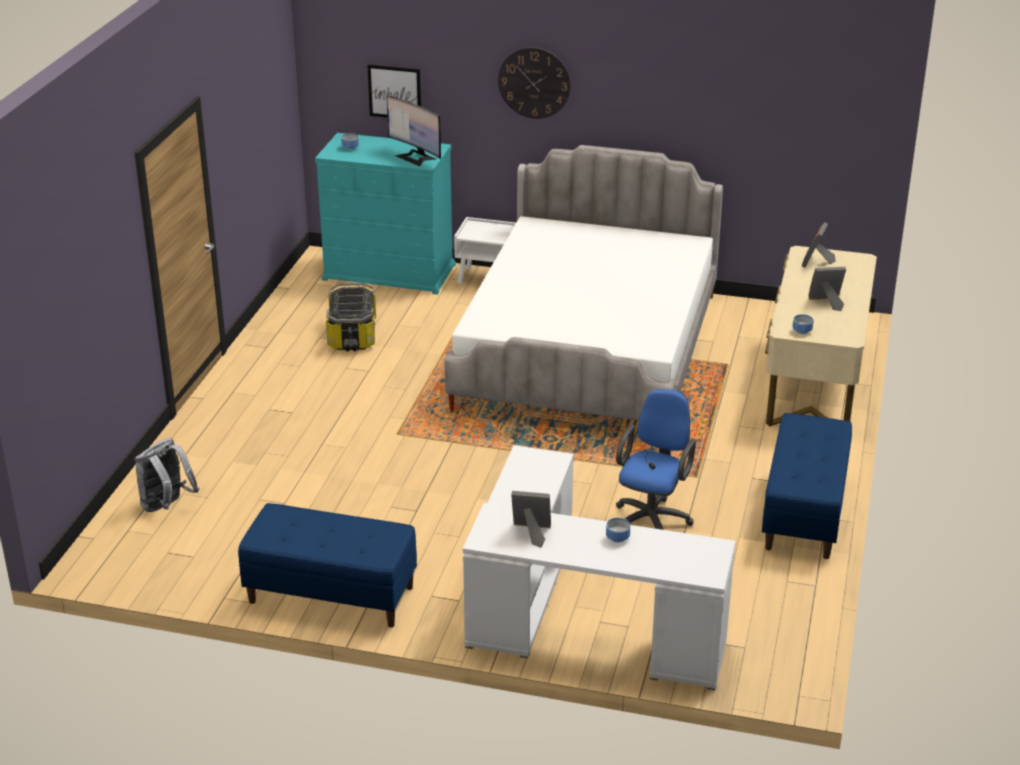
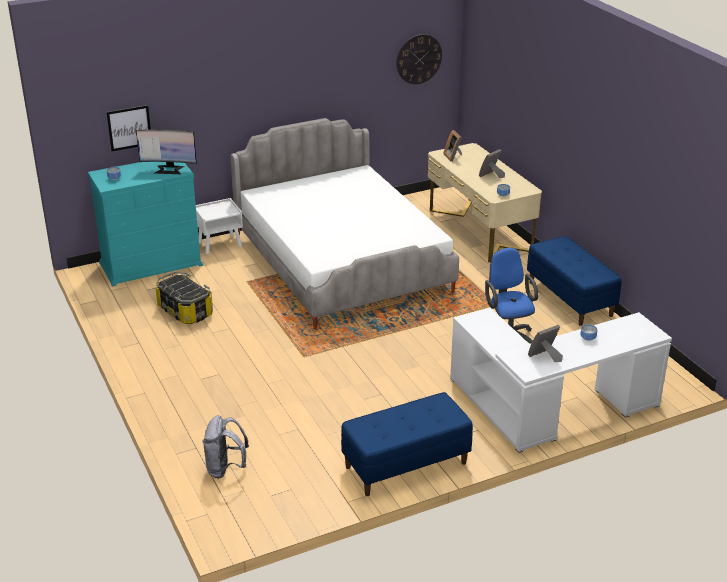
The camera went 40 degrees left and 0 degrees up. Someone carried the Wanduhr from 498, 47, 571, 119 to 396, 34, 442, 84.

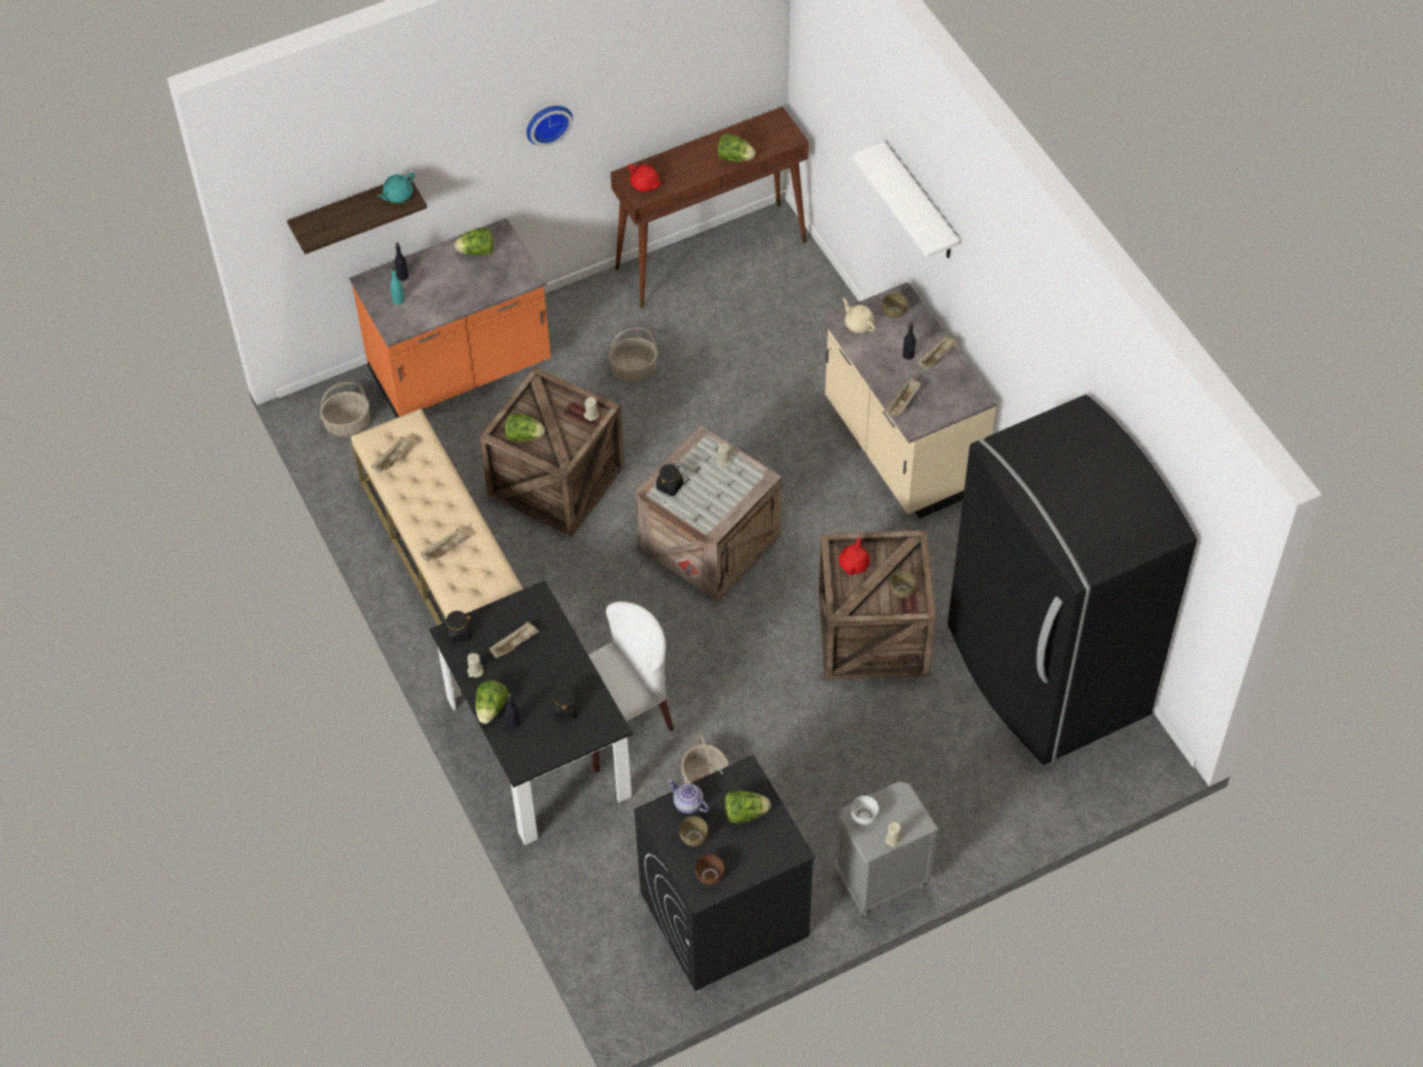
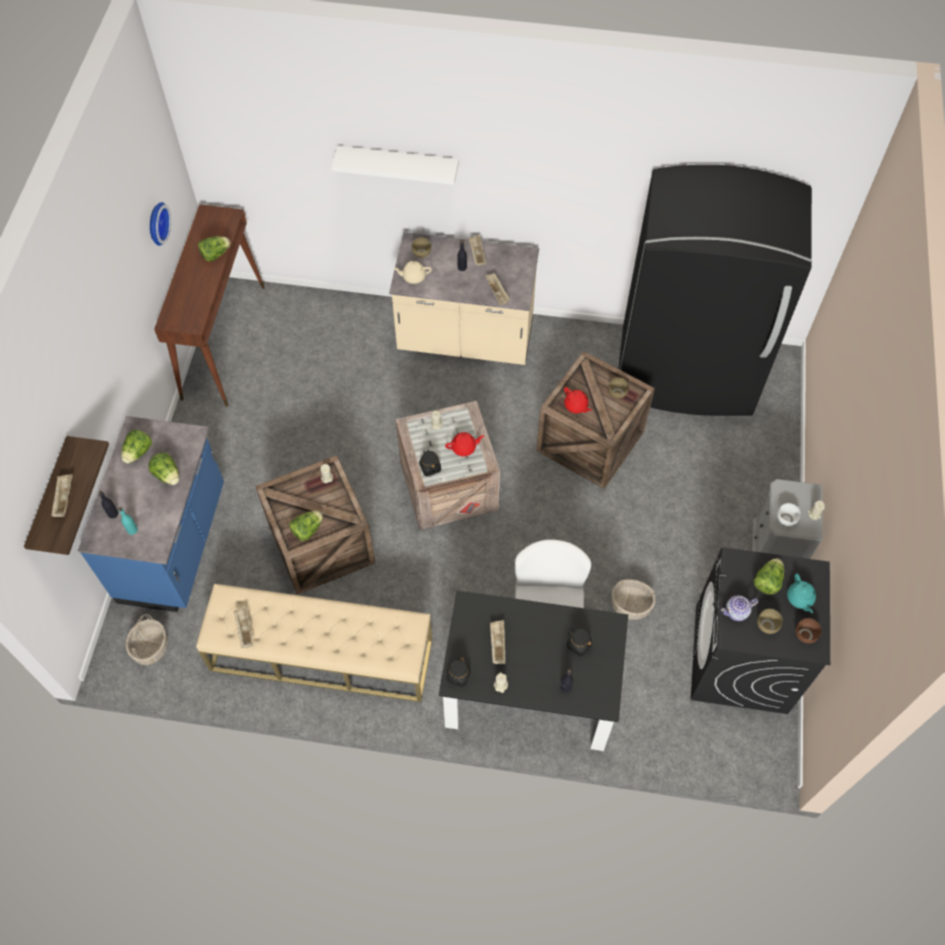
The camera went 55 degrees left and 5 degrees up. Someone took away the Korb at 609, 328, 658, 382. Someone carried the Teekanne [türkis] from 377, 172, 415, 203 to 787, 573, 816, 613. Someone carried the Tablett [beige] from 420, 528, 469, 562 to 51, 474, 73, 517. Someone carried the Salatkopf from 475, 680, 508, 724 to 148, 453, 179, 485. Someone carried the Wanduhr from 527, 106, 573, 147 to 150, 202, 171, 246. Someone carried the Teekanne [rot] from 628, 164, 663, 192 to 445, 432, 484, 456. Someone repainted the Küchenzeile [orange] at 349, 218, 551, 418, which became the Küchenzeile [blau] at 78, 416, 224, 612.

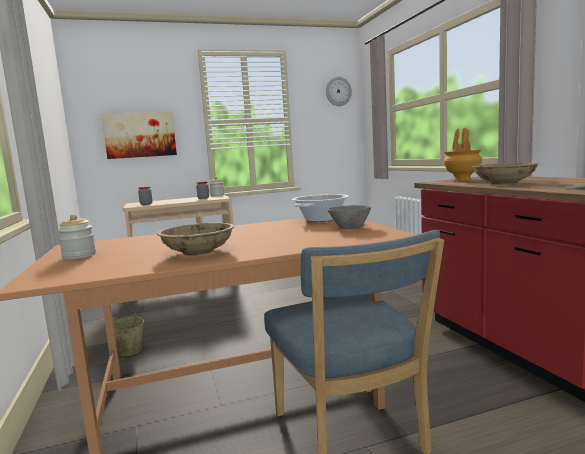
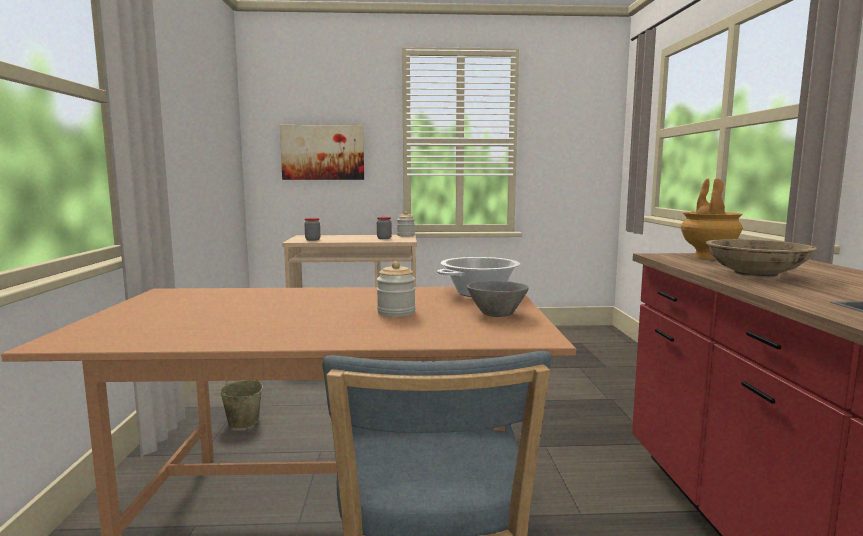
The camera went 15 degrees right and 0 degrees up. Someone took away the Schüssel [beige] at 157, 223, 234, 256. Someone took away the Wanduhr at 326, 77, 352, 106. Someone carried the Vorratsglas from 57, 214, 96, 259 to 377, 261, 416, 317.

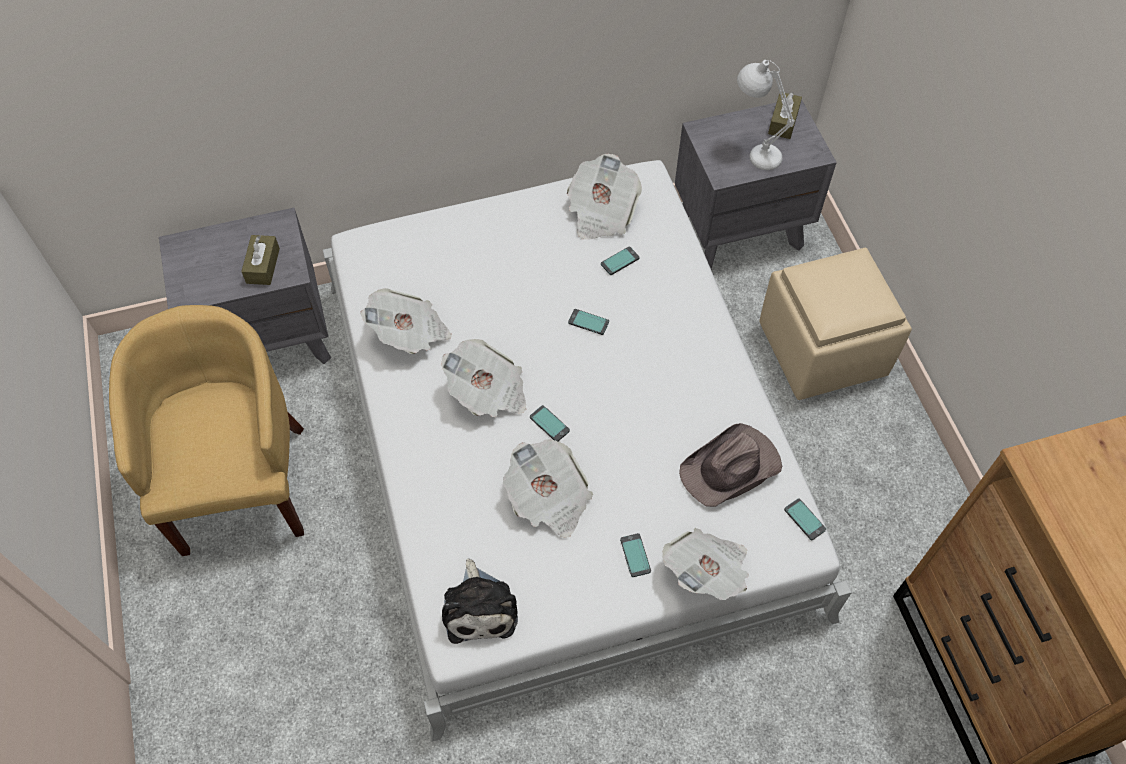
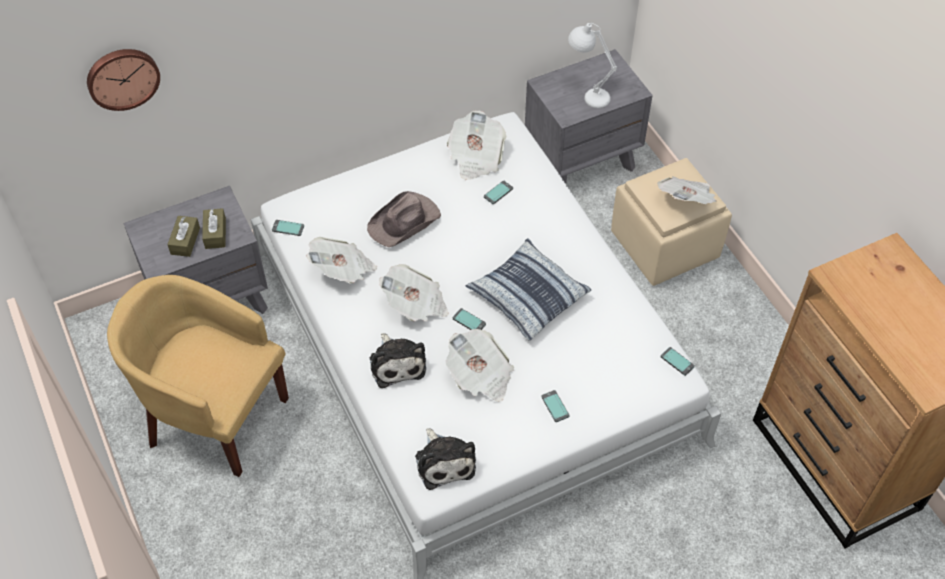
The camera went 10 degrees left and 5 degrees down. Someone put up the Wanduhr at 87, 49, 160, 111. Someone put down the Plüschtier at 370, 333, 426, 388. Someone put down the Kissen at 466, 238, 592, 341. Someone carried the Handy from 568, 309, 609, 335 to 272, 220, 304, 236. Someone carried the Zeitung from 662, 528, 749, 600 to 657, 176, 717, 204. Someone carried the Hut [braun] from 679, 423, 782, 507 to 367, 191, 441, 247. Someone carried the Taschentuchbox [braun] from 768, 92, 802, 139 to 167, 216, 200, 257. Someone rotated the Sessel [gelb] at 109, 305, 304, 556 by 45 degrees counterclockwise.

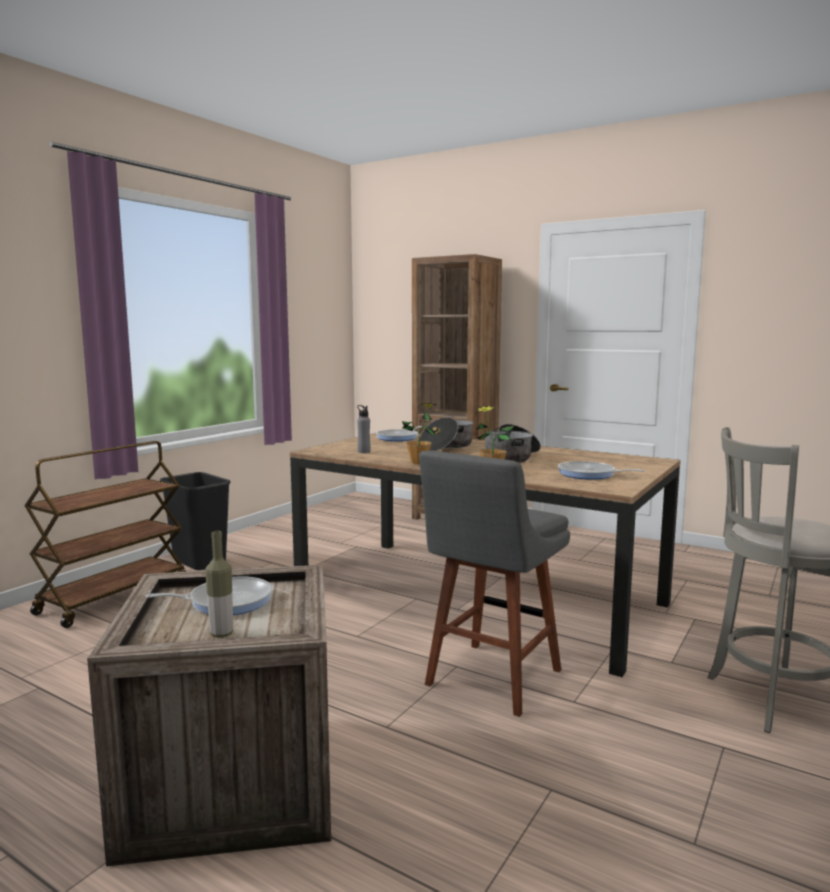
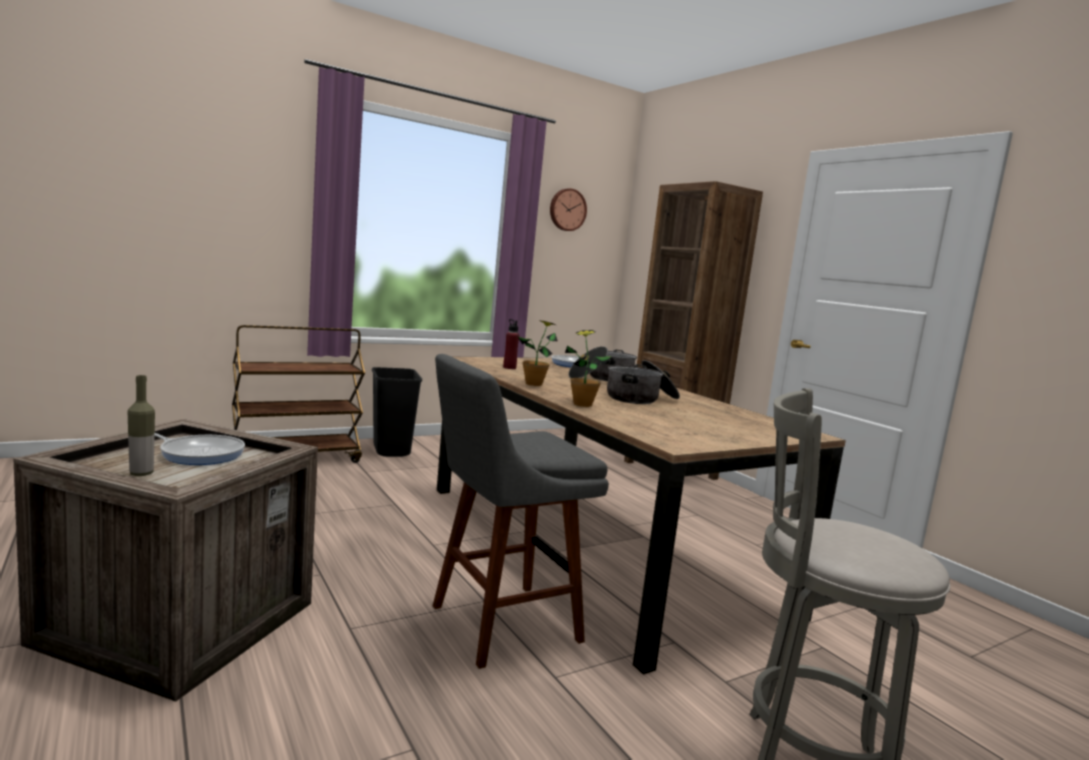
The camera went 25 degrees right and 0 degrees up. Someone took away the Pfanne at 558, 461, 645, 480. Someone put up the Wanduhr at 550, 188, 587, 231. Someone repainted the Flasche [grau] at 357, 405, 371, 453, which became the Flasche [rot] at 503, 319, 519, 369.

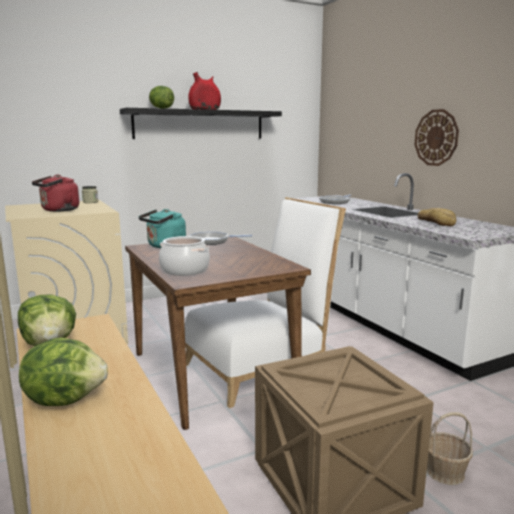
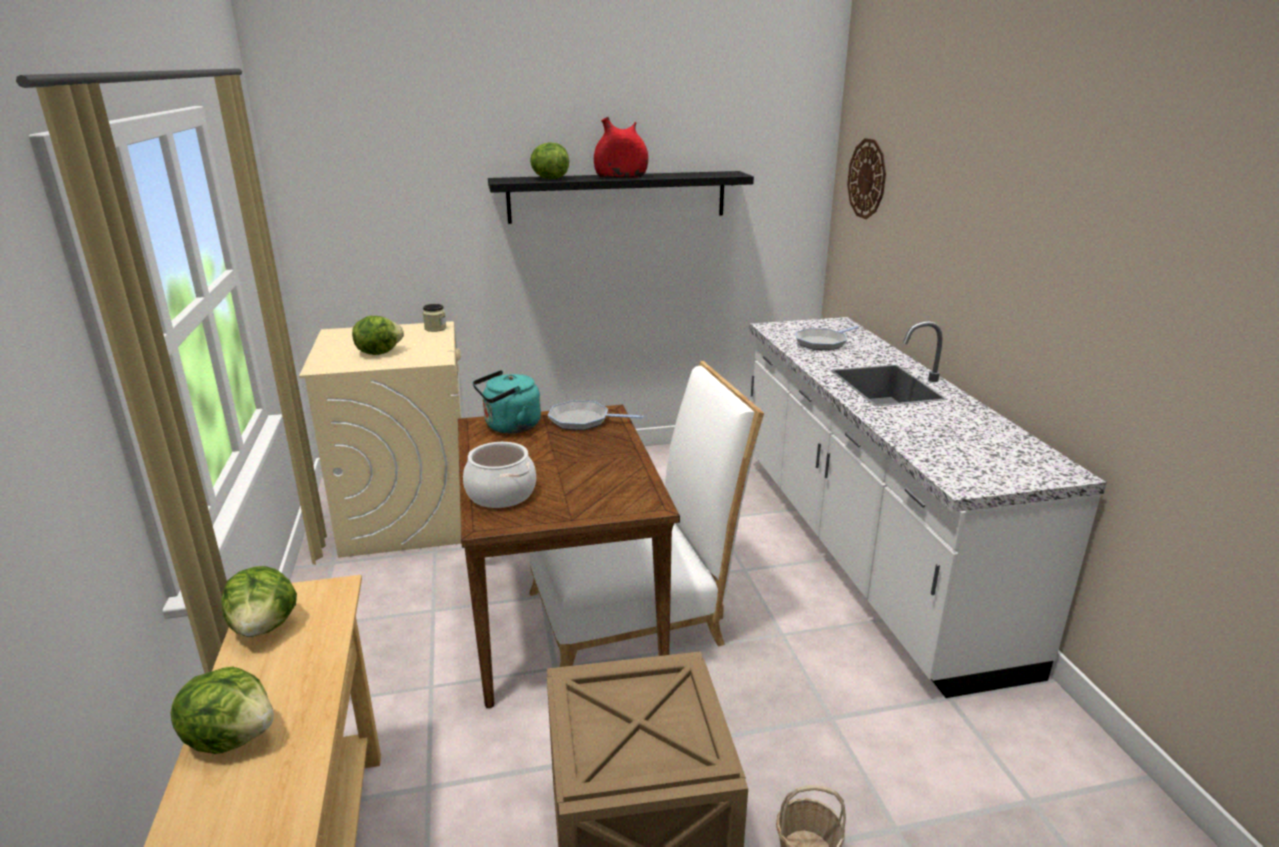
The camera went 15 degrees right and 10 degrees up. Someone took away the Brot at 417, 208, 456, 226. Someone carried the Wanduhr from 414, 109, 459, 166 to 847, 138, 886, 219. Someone swapped the Wasserkessel [rot] at 32, 174, 79, 212 for the Salatkopf at 352, 316, 404, 355.

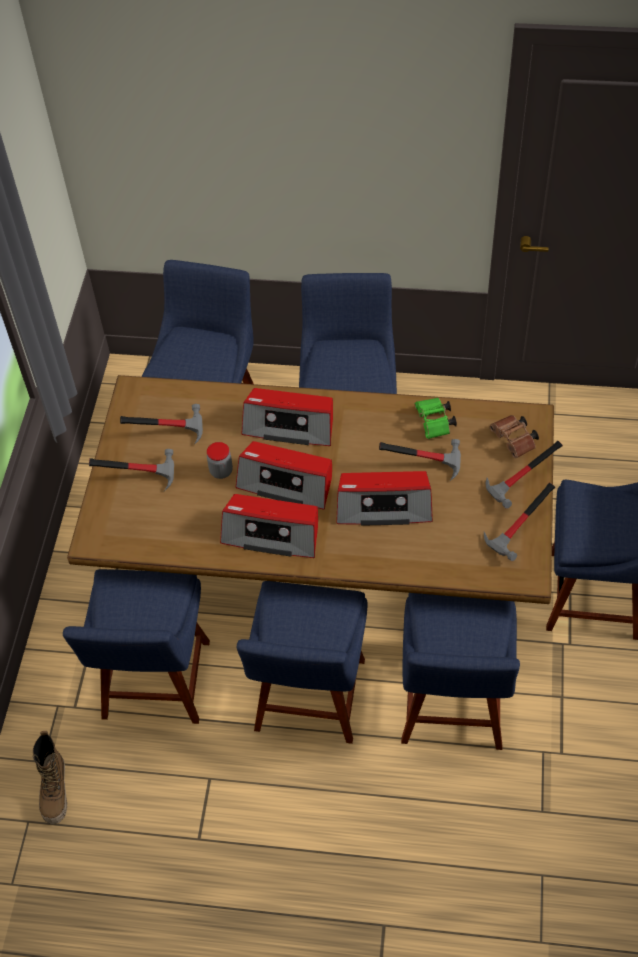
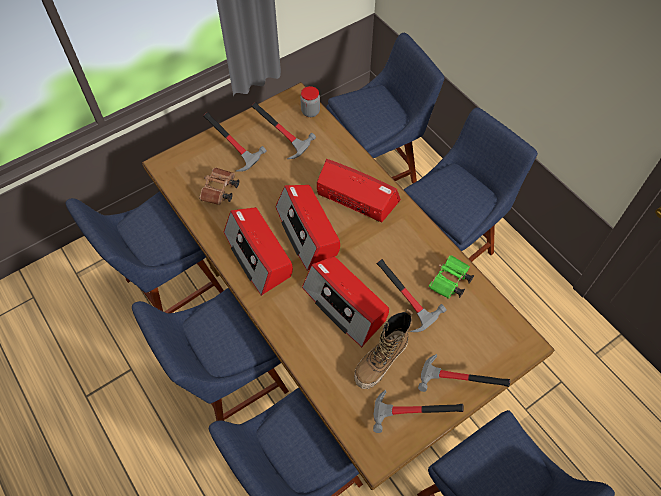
The camera went 45 degrees right and 5 degrees up. Someone carried the Stiefel from 33, 731, 67, 824 to 354, 309, 413, 389. Someone carried the Vorratsglas from 207, 442, 233, 479 to 300, 86, 320, 117. Someone carried the Fernglas [braun] from 490, 415, 539, 458 to 199, 168, 239, 205. Someone rotated the Radio at 241, 388, 333, 446 by 150 degrees clockwise.

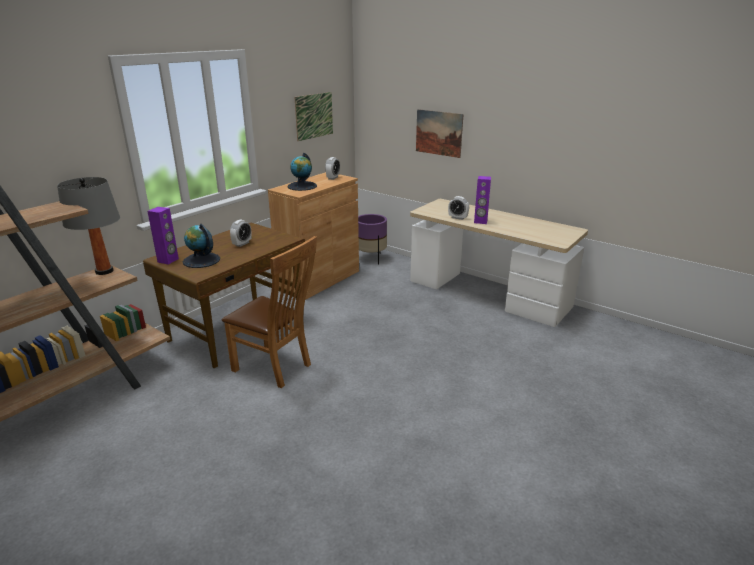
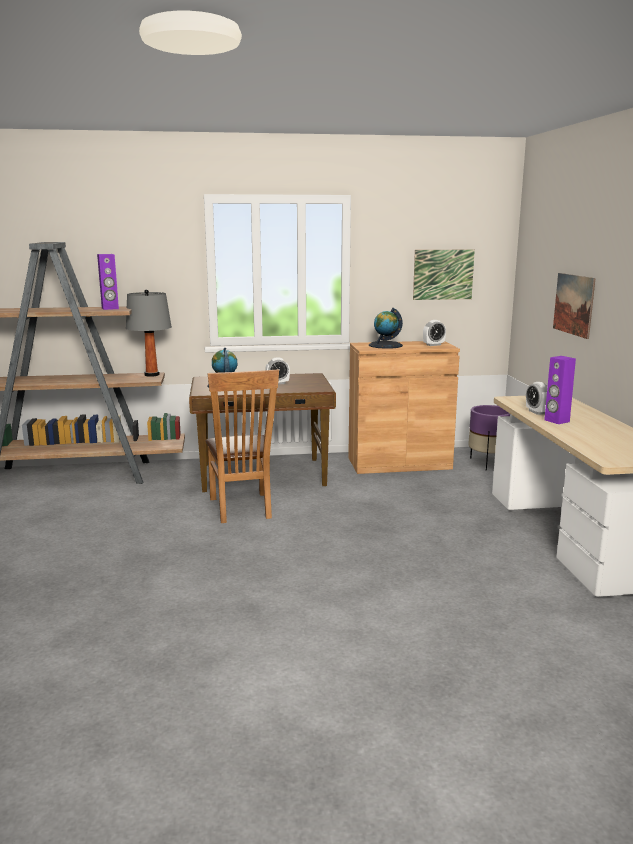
The camera went 45 degrees right and 10 degrees down. Someone carried the Lautsprecher [lila] from 147, 207, 179, 265 to 97, 254, 119, 310.

